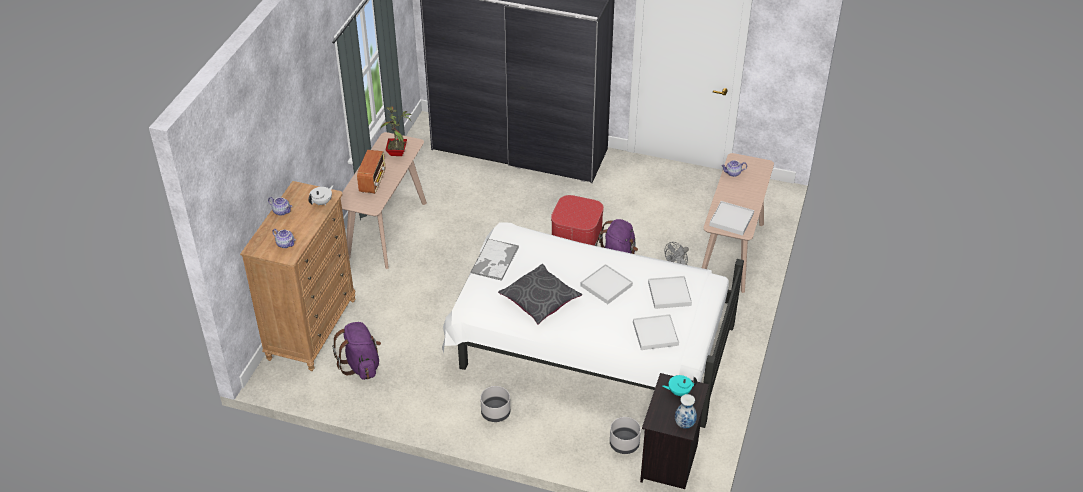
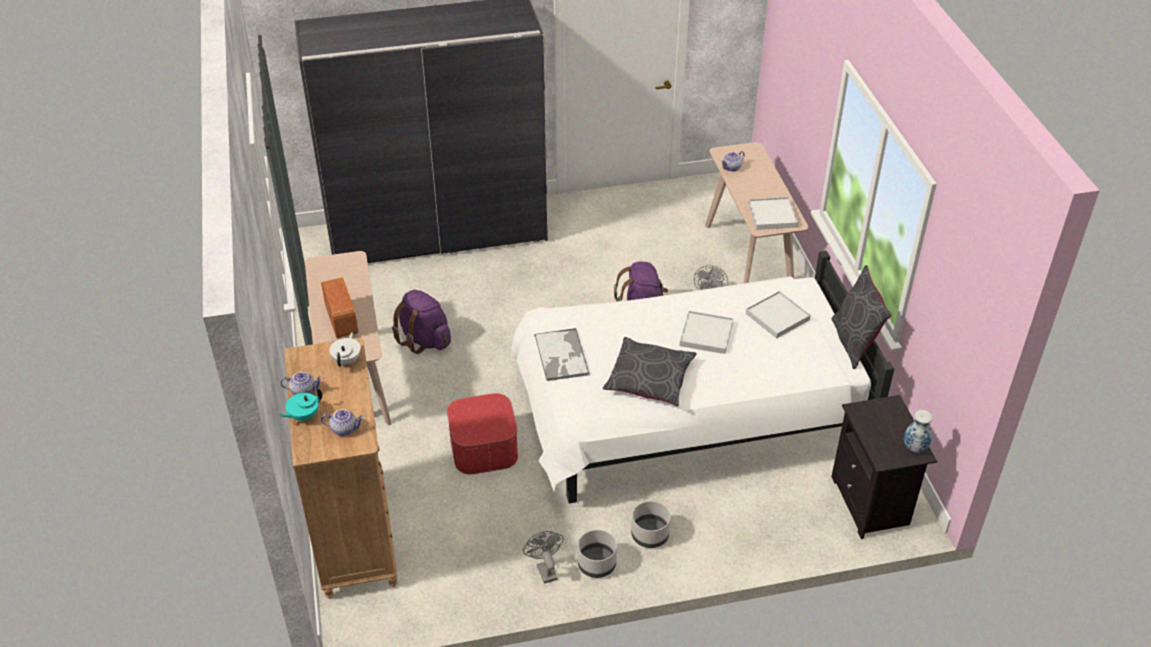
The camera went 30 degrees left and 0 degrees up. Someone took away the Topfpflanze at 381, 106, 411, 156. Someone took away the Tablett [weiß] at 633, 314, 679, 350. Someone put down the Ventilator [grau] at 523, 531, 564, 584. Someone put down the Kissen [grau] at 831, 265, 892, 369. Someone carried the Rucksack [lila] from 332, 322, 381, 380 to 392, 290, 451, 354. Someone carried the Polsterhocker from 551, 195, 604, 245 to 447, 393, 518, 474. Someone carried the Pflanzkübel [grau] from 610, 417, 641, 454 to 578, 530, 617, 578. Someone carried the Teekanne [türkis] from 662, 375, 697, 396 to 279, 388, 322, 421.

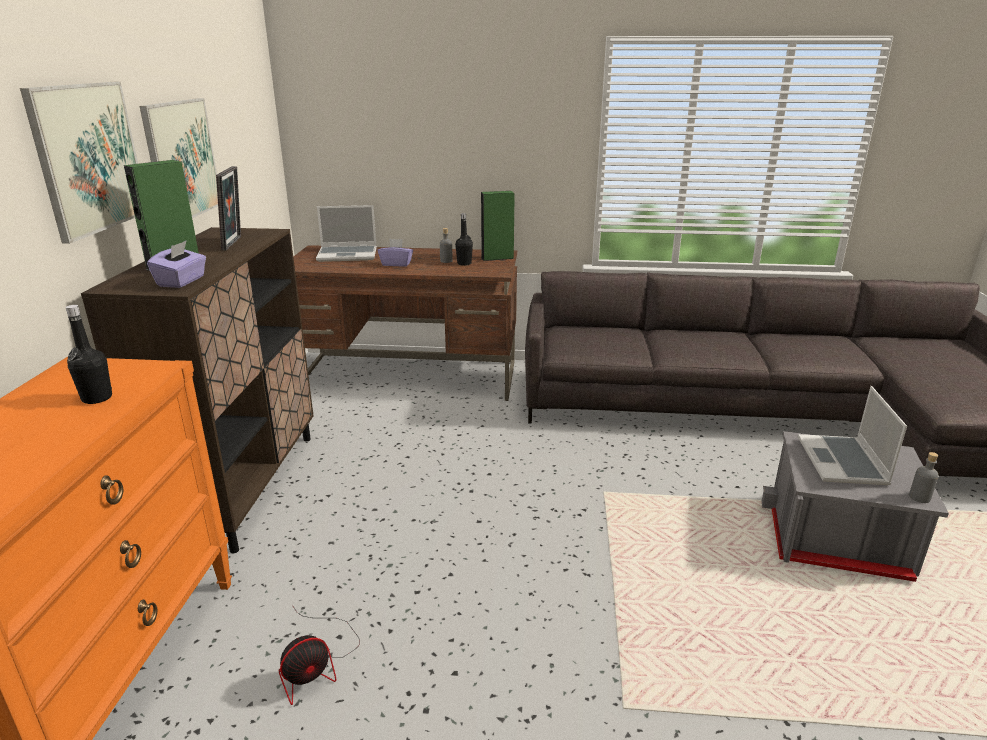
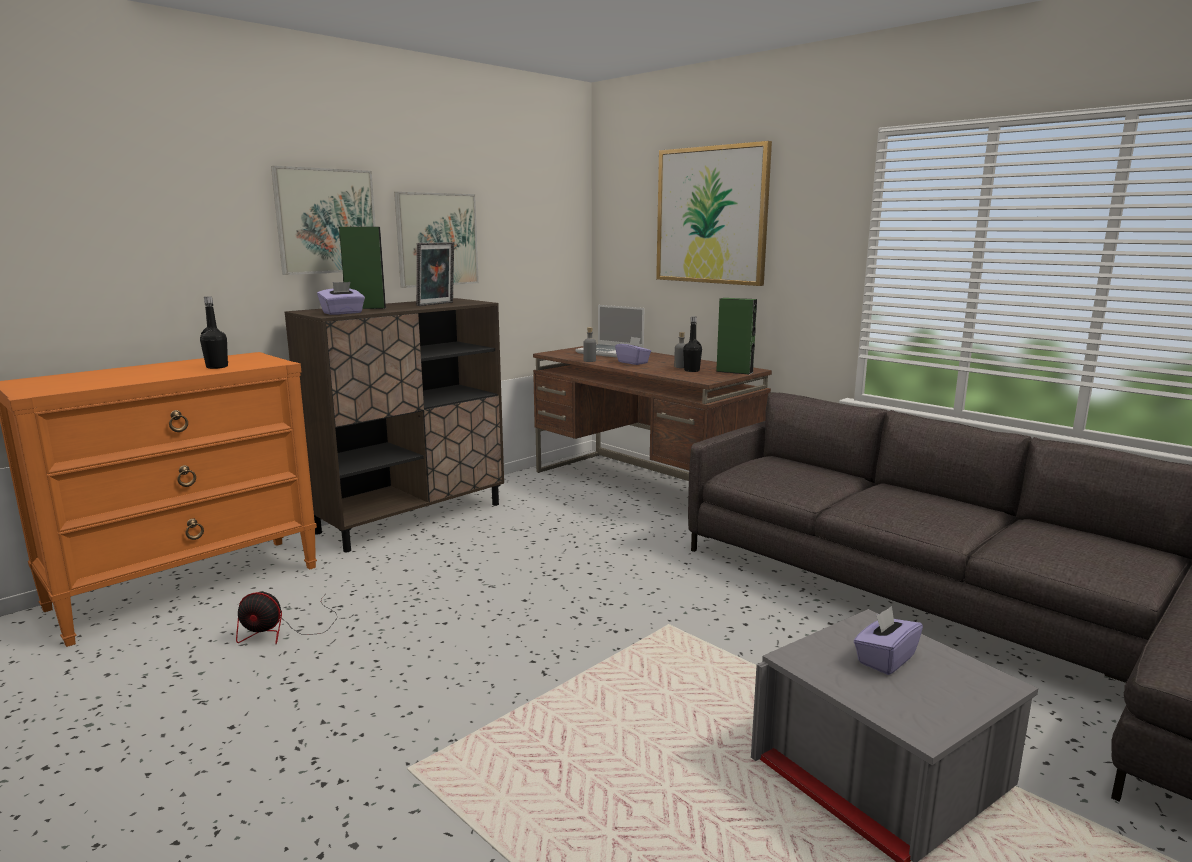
The camera went 40 degrees right and 10 degrees down. Someone put up the Bild at 656, 141, 772, 286. Someone carried the Flasche [grau] from 909, 452, 939, 503 to 583, 327, 596, 362. Someone swapped the Laptop at 798, 386, 907, 485 for the Taschentuchbox [lila] at 854, 606, 923, 675.

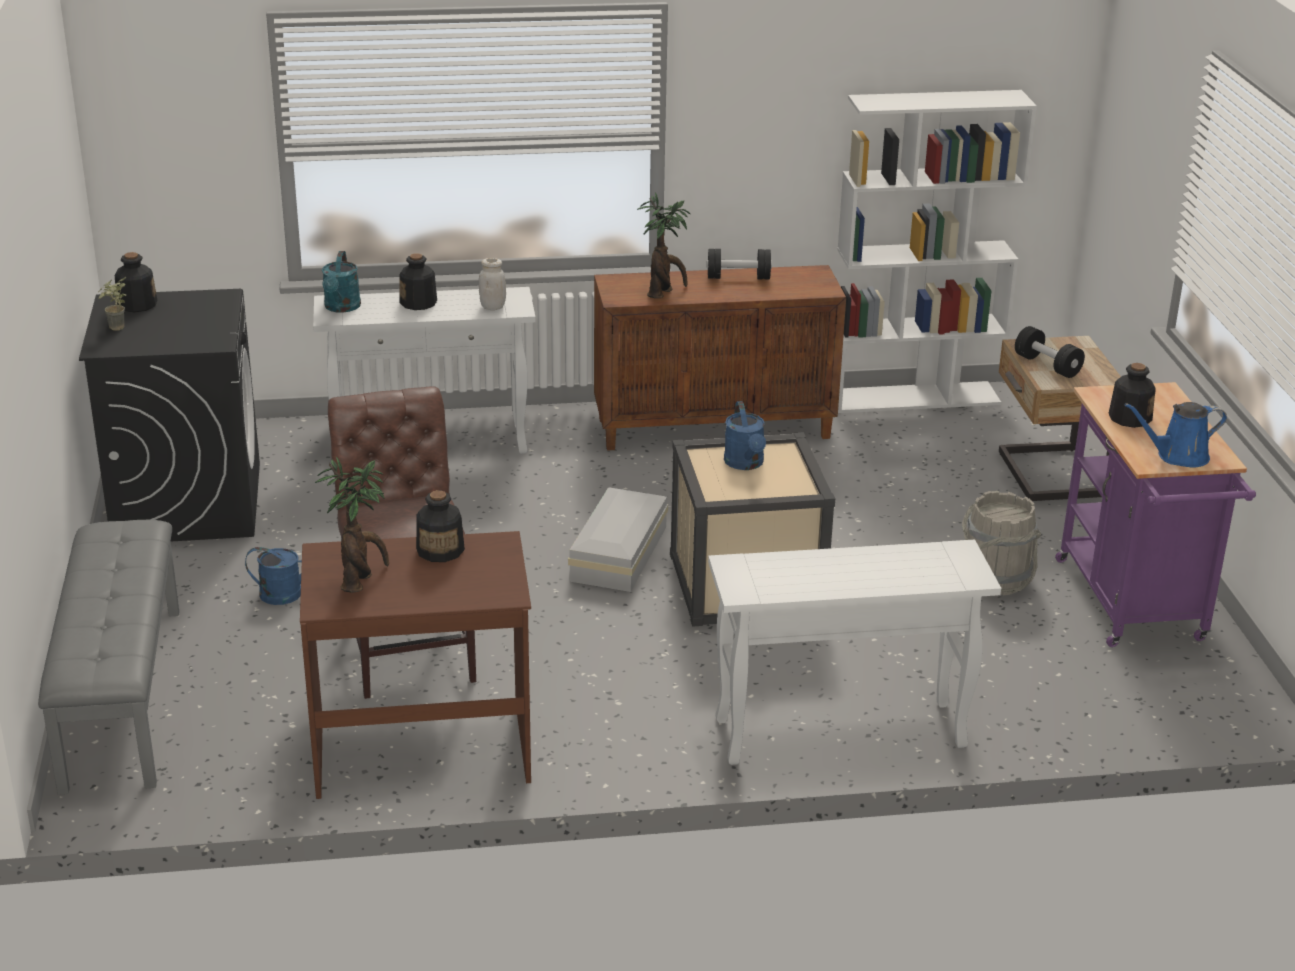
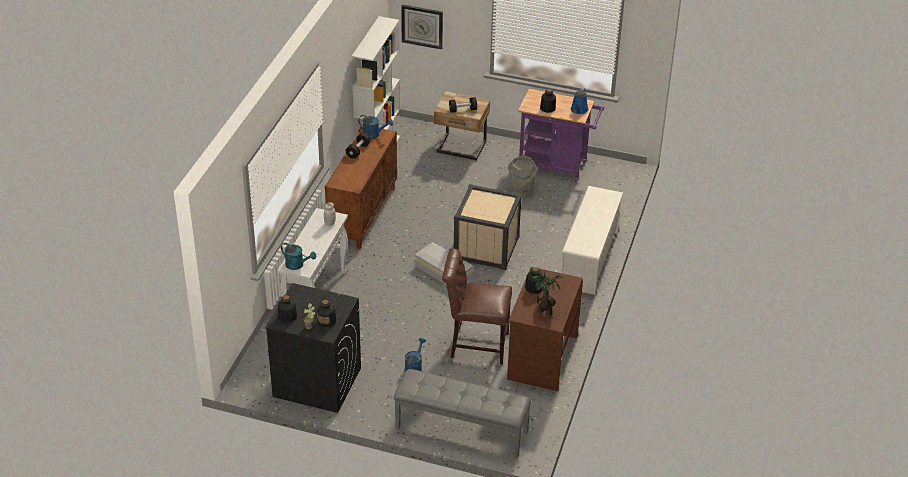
The camera went 65 degrees left and 10 degrees up. Someone took away the Topfpflanze at 637, 193, 691, 298. Someone put up the Wanduhr at 401, 4, 443, 50. Someone carried the Flasche from 399, 253, 437, 310 to 317, 300, 336, 327. Someone carried the Gießkanne [blau] from 724, 401, 766, 470 to 358, 115, 393, 139. Someone swapped the Konsolentisch [weiß] at 708, 540, 1001, 765 for the Schuhregal [weiß] at 561, 186, 623, 295.

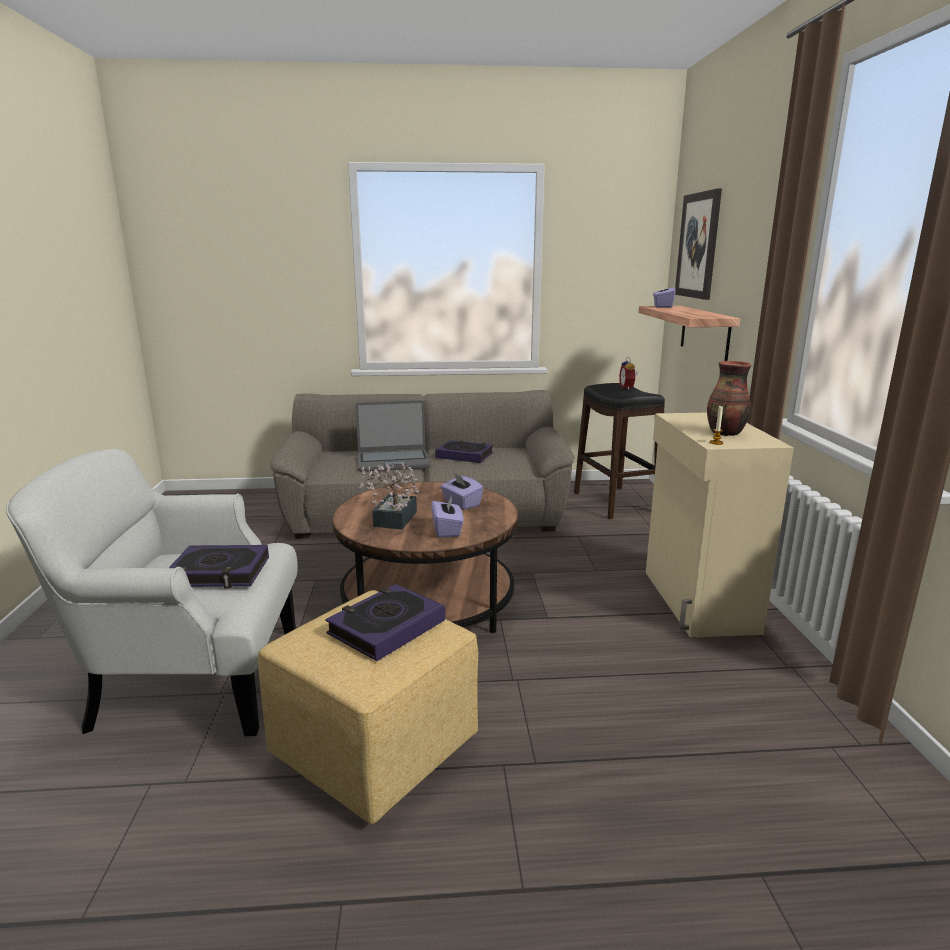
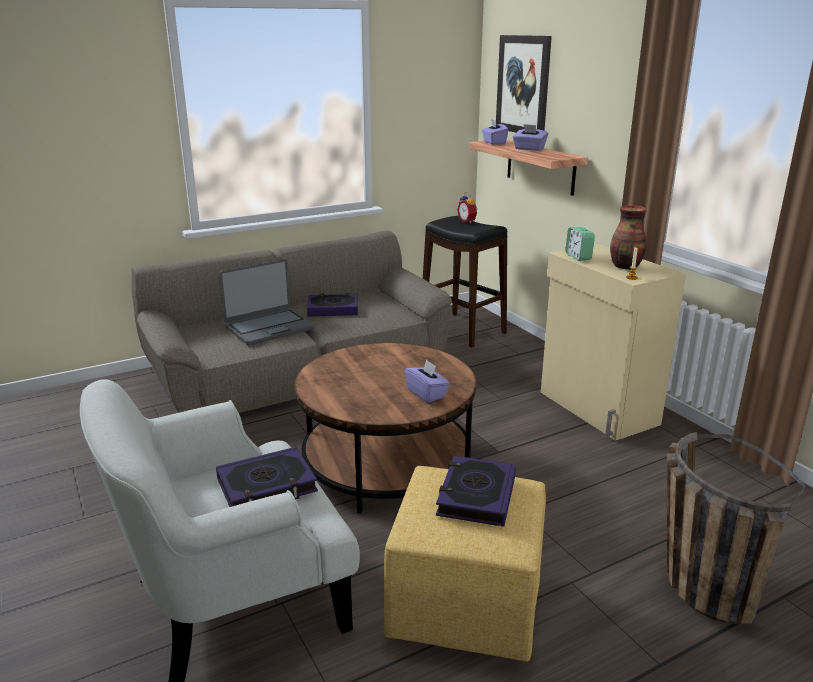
The camera went 25 degrees left and 5 degrees up. Someone took away the Topfpflanze at 360, 463, 418, 529. Someone put down the Wecker at 565, 227, 595, 261. Someone put down the Korb at 667, 432, 806, 624. Someone carried the Taschentuchbox [lila] from 441, 472, 484, 510 to 513, 124, 548, 151.

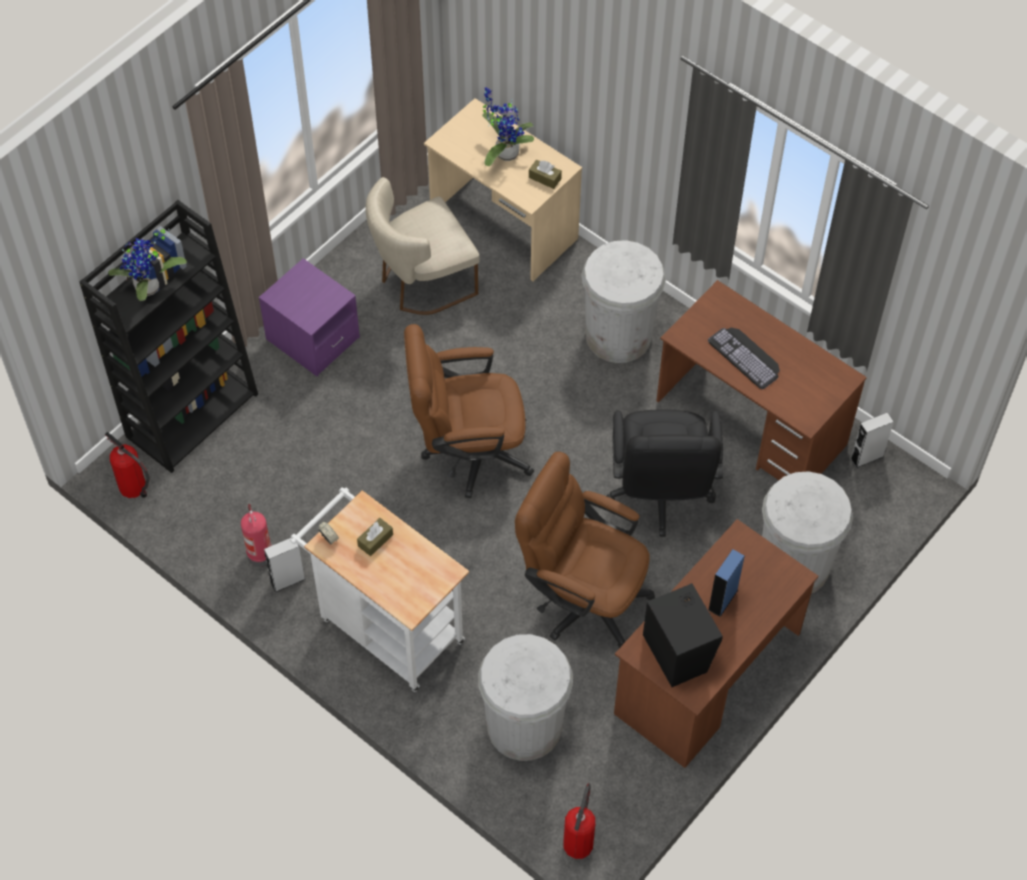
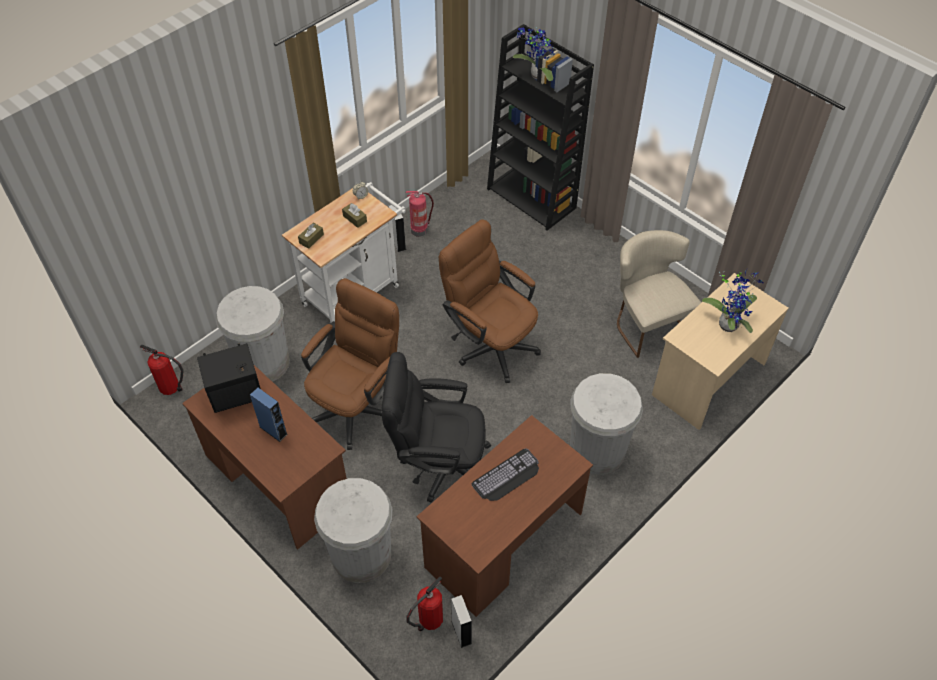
The camera went 95 degrees right and 5 degrees down. Someone took away the Nachttisch [lila] at 259, 258, 360, 376. Someone carried the Feuerlöscher from 105, 432, 150, 498 to 407, 576, 443, 631. Someone carried the Taschentuchbox [braun] from 529, 160, 562, 189 to 298, 223, 324, 249. Someone rotated the Bürostuhl [braun] at 404, 324, 534, 498 by 45 degrees counterclockwise.

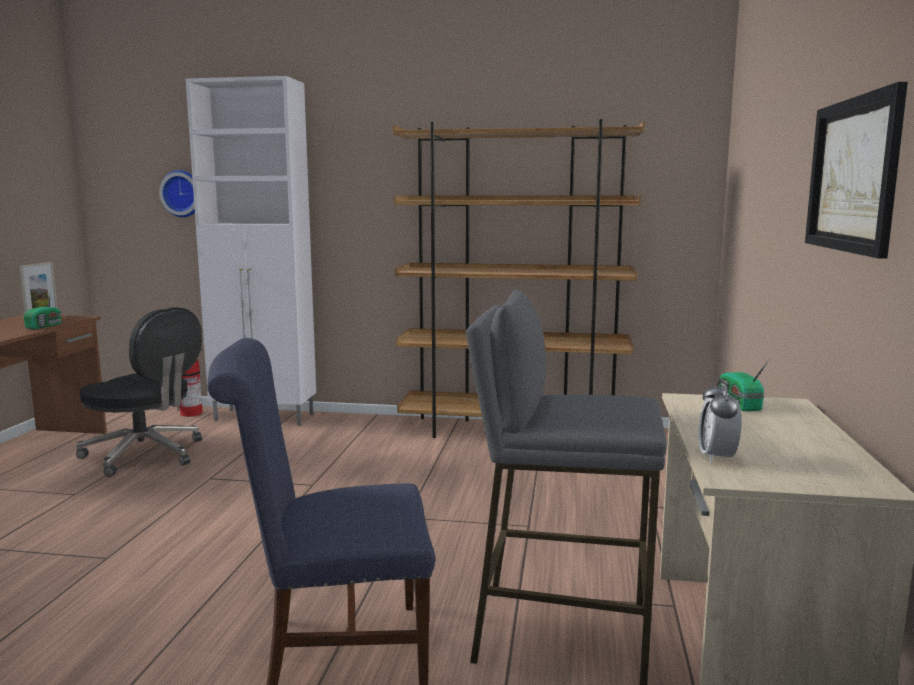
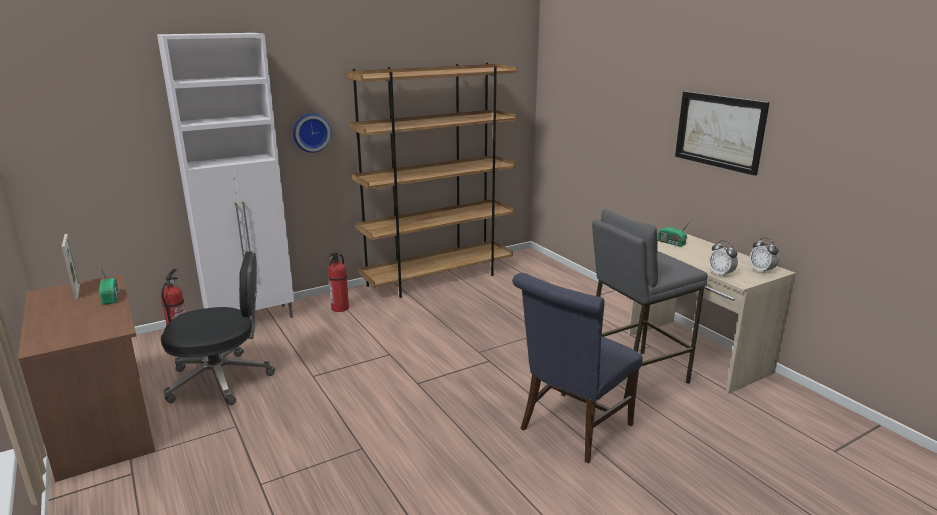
The camera went 40 degrees left and 10 degrees up. Someone put down the Feuerlöscher at 328, 253, 349, 312. Someone put down the Wecker at 750, 237, 779, 274. Someone carried the Wanduhr from 159, 170, 195, 217 to 293, 113, 331, 153.

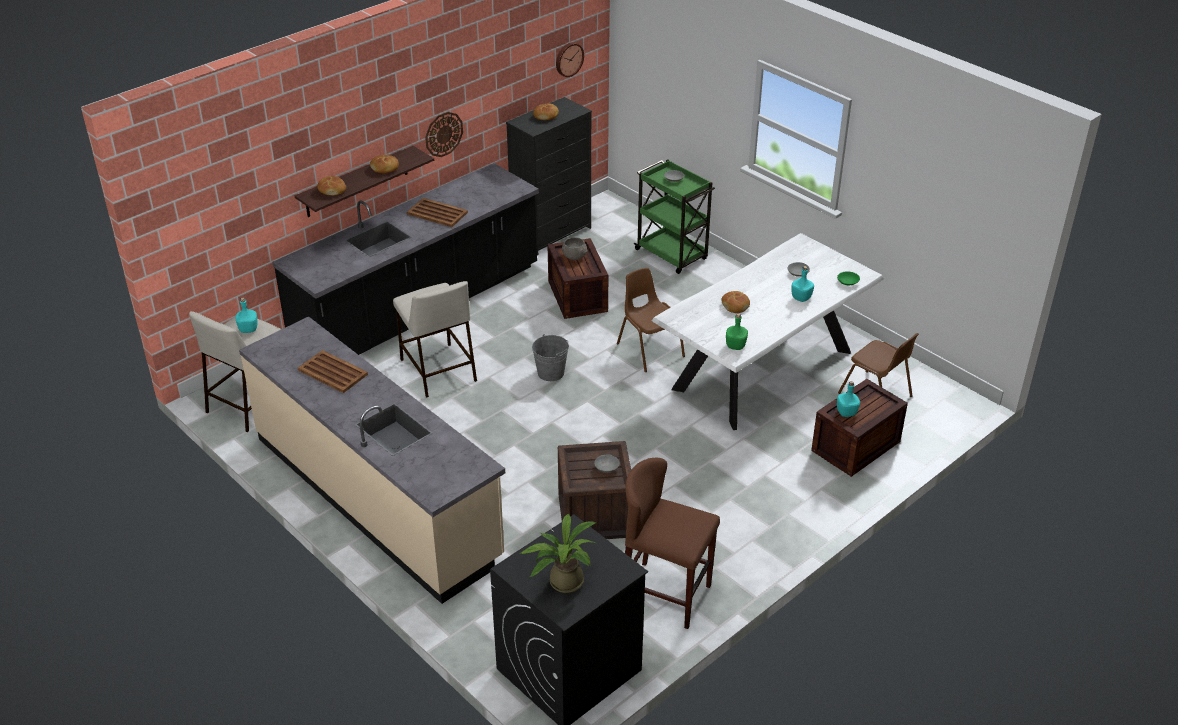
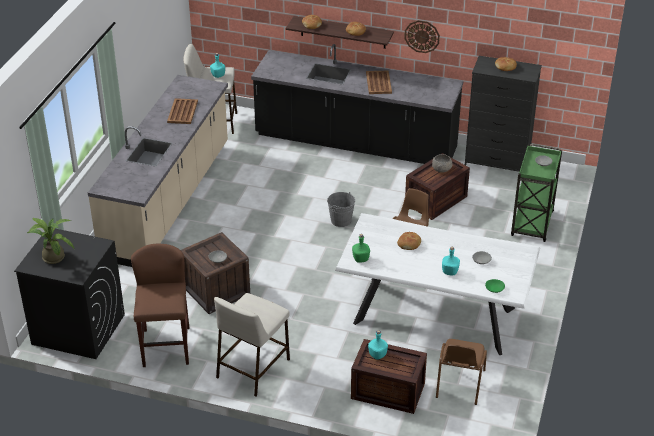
The camera went 60 degrees right and 0 degrees up. Someone took away the Wanduhr at 556, 43, 584, 77. Someone carried the Hocker [beige] from 393, 281, 477, 398 to 214, 293, 290, 396.

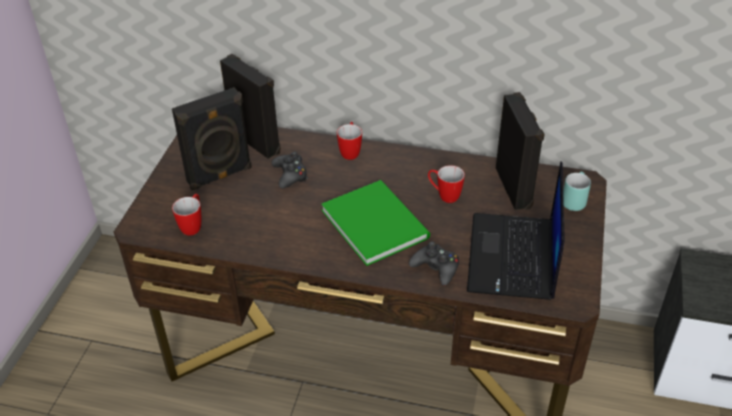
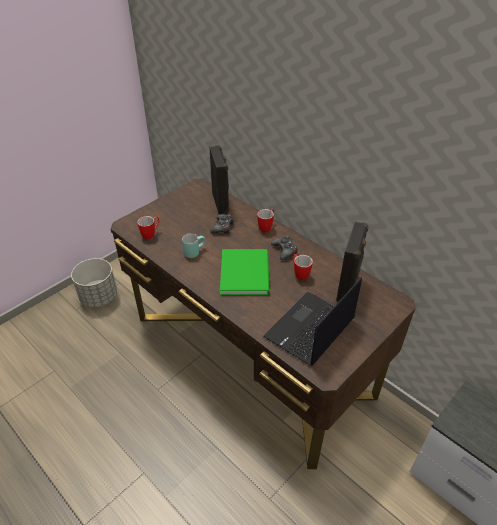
The camera went 30 degrees right and 0 degrees up. Someone took away the Lautsprecher [schwarz] at 172, 87, 252, 190. Someone put down the Pflanzkübel [grau] at 71, 258, 117, 307. Someone carried the Gamepad [schwarz] from 409, 241, 459, 285 to 271, 235, 298, 260. Someone carried the Henkelbecher [türkis] from 563, 172, 591, 211 to 182, 234, 205, 258.

